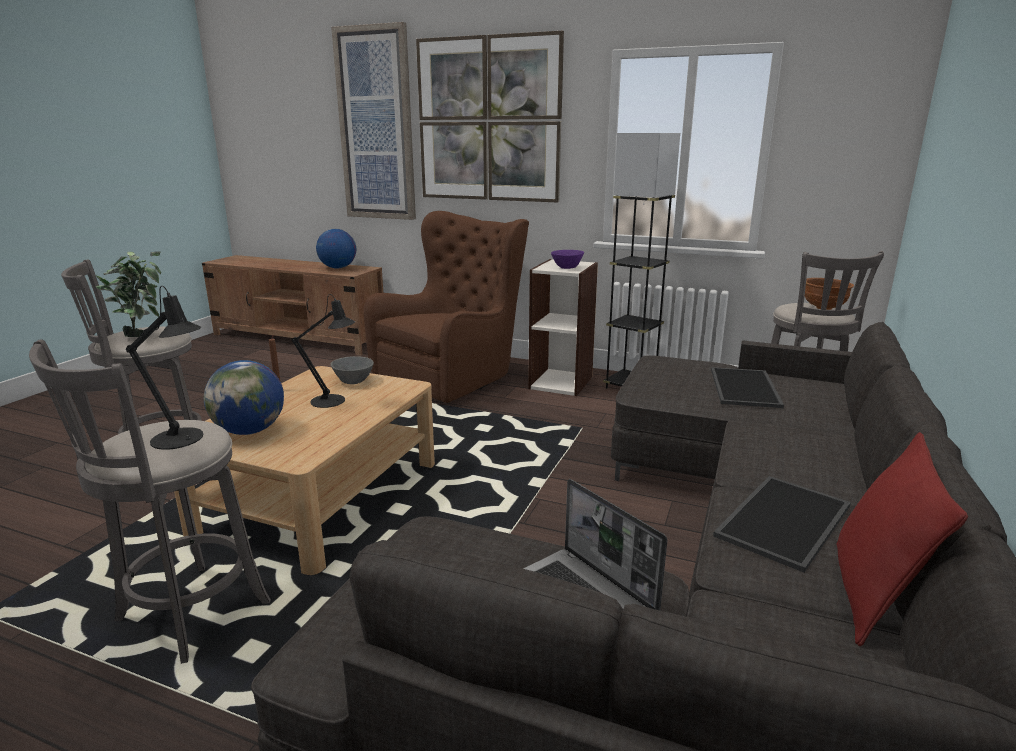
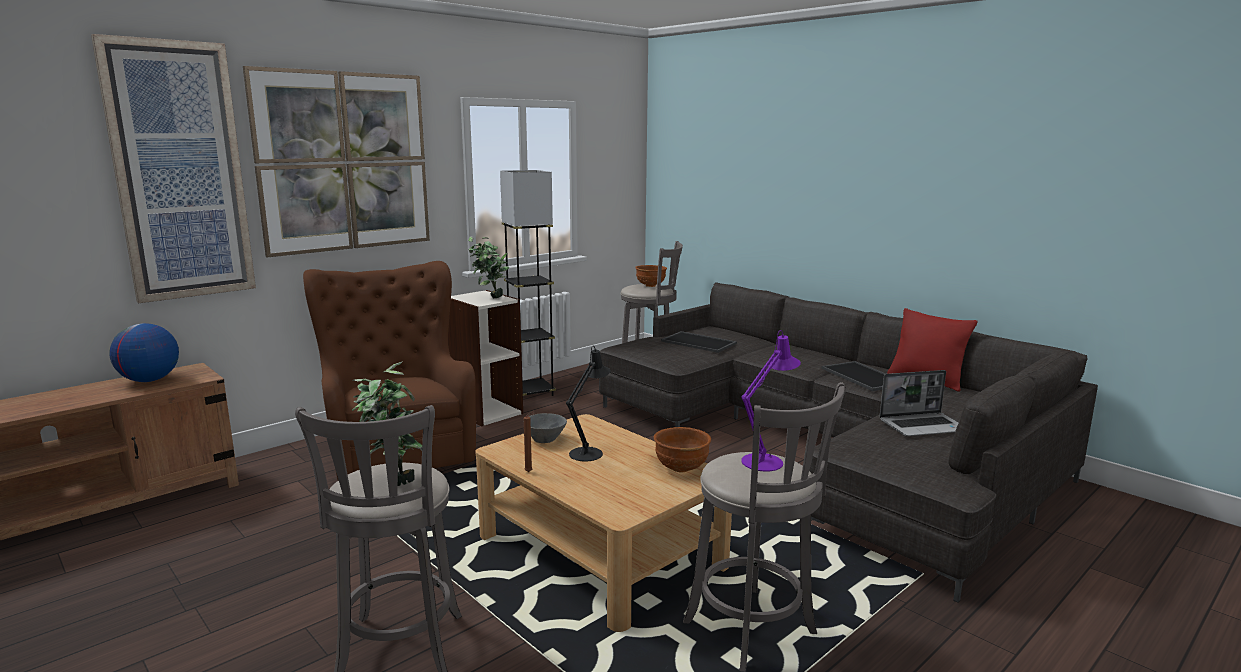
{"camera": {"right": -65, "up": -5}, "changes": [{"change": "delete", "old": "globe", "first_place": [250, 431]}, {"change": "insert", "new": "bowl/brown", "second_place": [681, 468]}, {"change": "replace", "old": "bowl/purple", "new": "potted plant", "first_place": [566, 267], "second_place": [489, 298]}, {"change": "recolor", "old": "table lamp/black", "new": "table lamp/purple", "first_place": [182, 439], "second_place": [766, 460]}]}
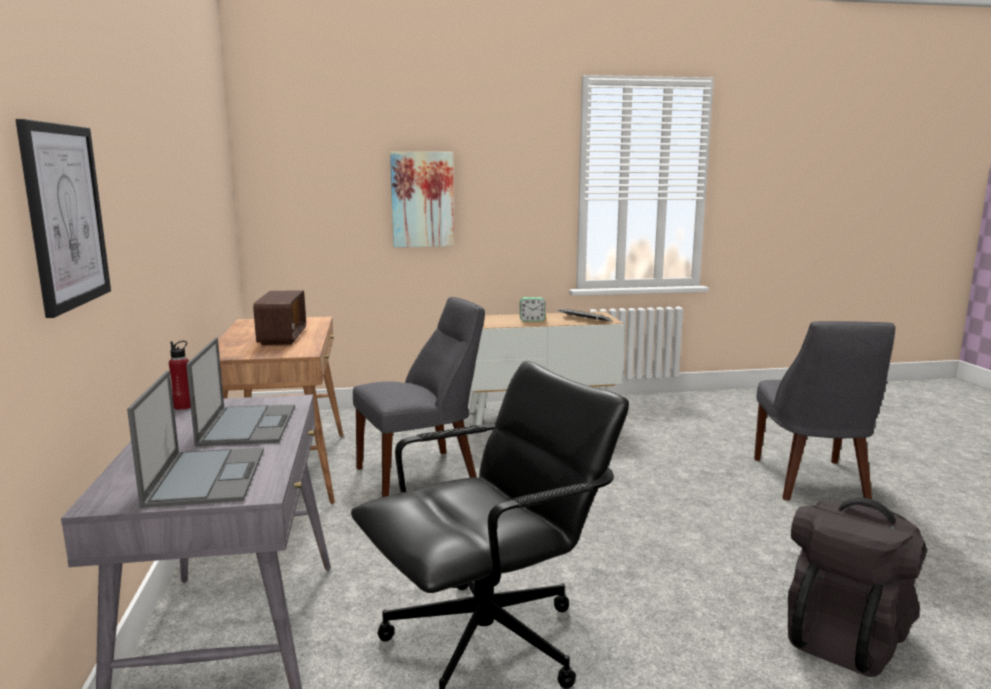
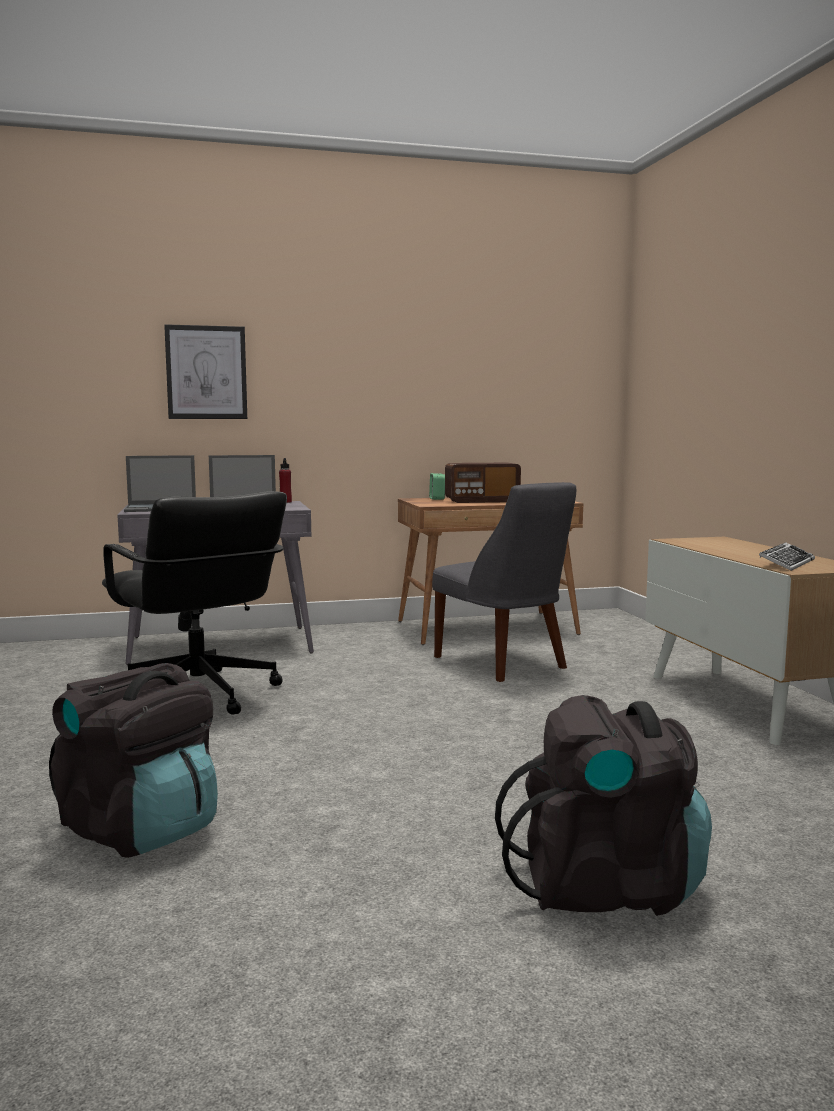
{"camera": {"right": 85, "up": -5}, "changes": [{"change": "delete", "old": "picture", "first_place": [422, 199]}, {"change": "move", "old": "alarm clock", "first_place": [532, 320], "second_place": [437, 498]}, {"change": "replace", "old": "chair/grey", "new": "backpack/black", "first_place": [812, 482], "second_place": [606, 886]}]}
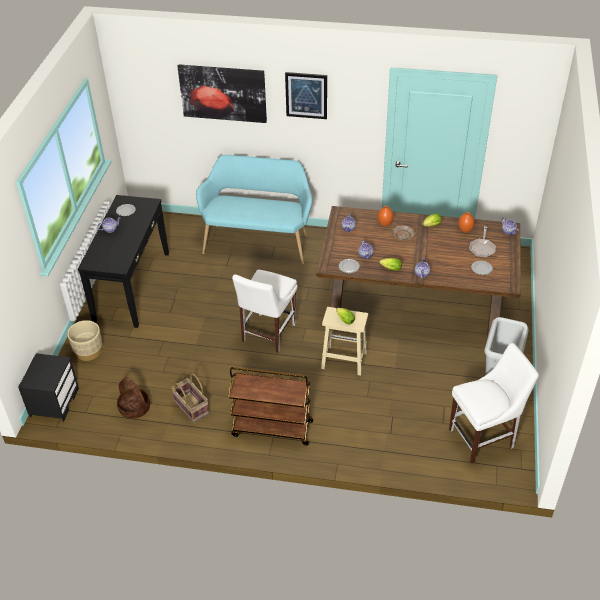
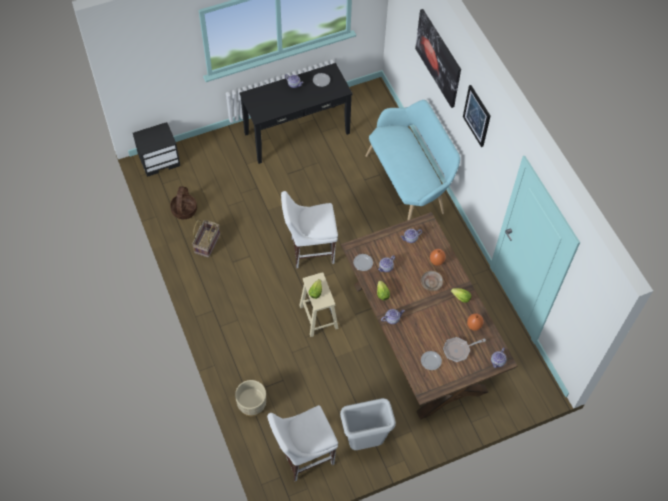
{"camera": {"right": 55, "up": 15}, "changes": [{"change": "delete", "old": "cart/brown", "first_place": [271, 429]}, {"change": "move", "old": "planter/beige", "first_place": [88, 352], "second_place": [252, 405]}, {"change": "rotate", "old": "chair/white", "first_place": [484, 437], "second_place": [303, 455], "degrees": 120}]}
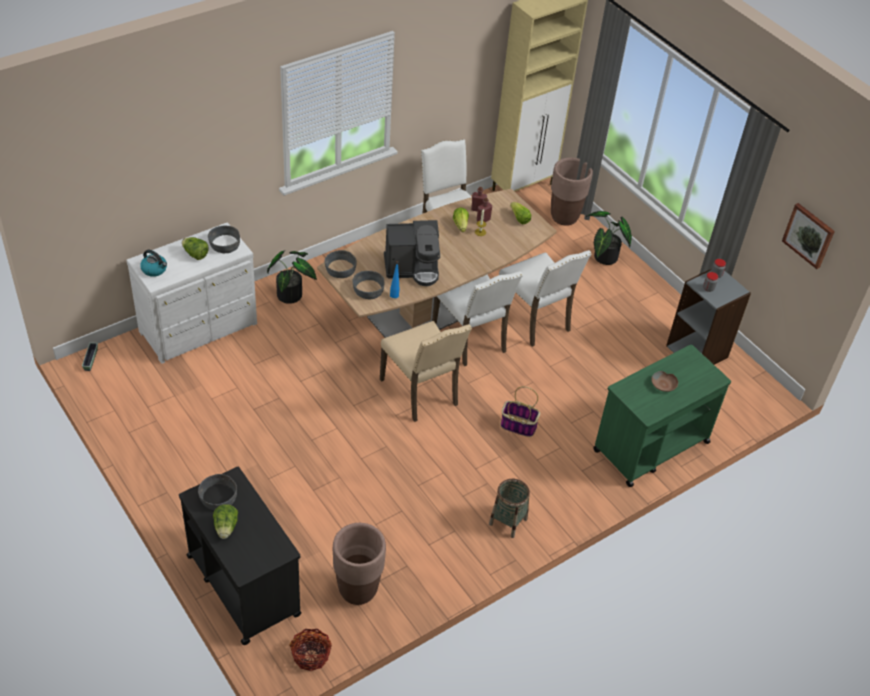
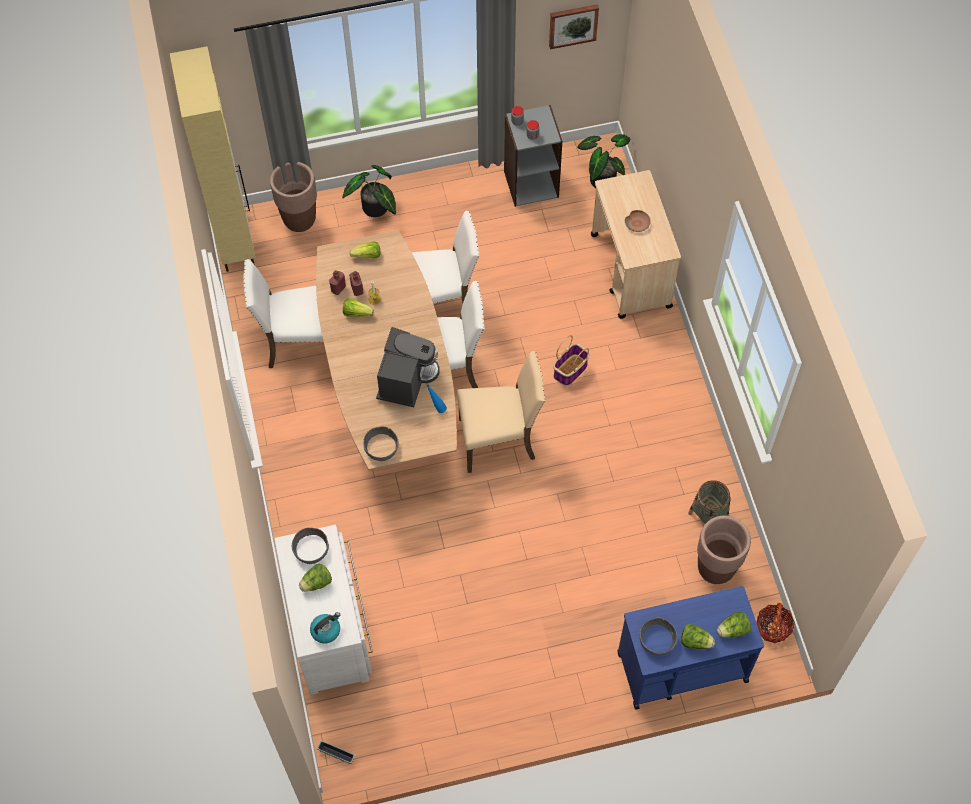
{"camera": {"right": -65, "up": 15}, "changes": [{"change": "delete", "old": "bowl/grey", "first_place": [367, 289]}, {"change": "insert", "new": "lettuce", "second_place": [733, 630]}, {"change": "move", "old": "potted plant", "first_place": [292, 294], "second_place": [601, 177]}, {"change": "move", "old": "basket", "first_place": [508, 521], "second_place": [708, 515]}, {"change": "recolor", "old": "cart/black", "new": "cart/blue", "first_place": [243, 584], "second_place": [681, 666]}, {"change": "recolor", "old": "cart/green", "new": "cart/beige", "first_place": [650, 446], "second_place": [631, 271]}]}
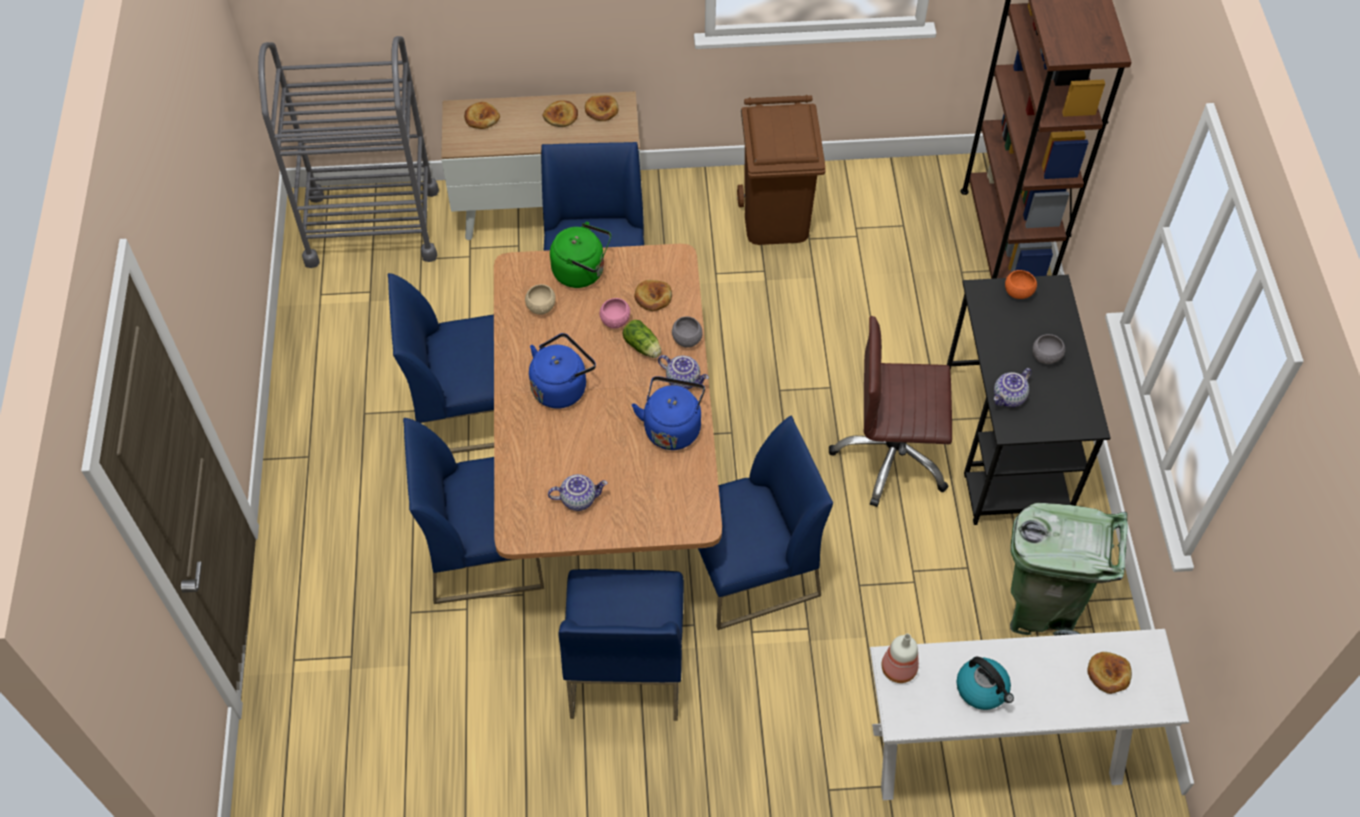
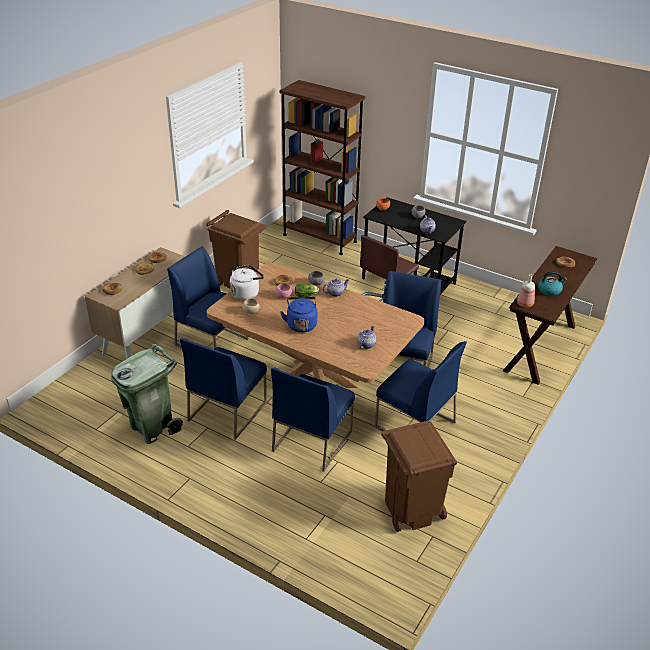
{"camera": {"right": -55, "up": -20}, "changes": [{"change": "delete", "old": "cart/grey", "first_place": [372, 226]}, {"change": "delete", "old": "kettle/blue", "first_place": [672, 427]}, {"change": "insert", "new": "trash can/brown", "second_place": [411, 510]}, {"change": "move", "old": "trash can/green", "first_place": [1042, 609], "second_place": [152, 427]}, {"change": "recolor", "old": "kettle/green", "new": "kettle/white", "first_place": [582, 271], "second_place": [246, 293]}, {"change": "recolor", "old": "console table/white", "new": "console table/brown", "first_place": [995, 753], "second_place": [540, 348]}]}
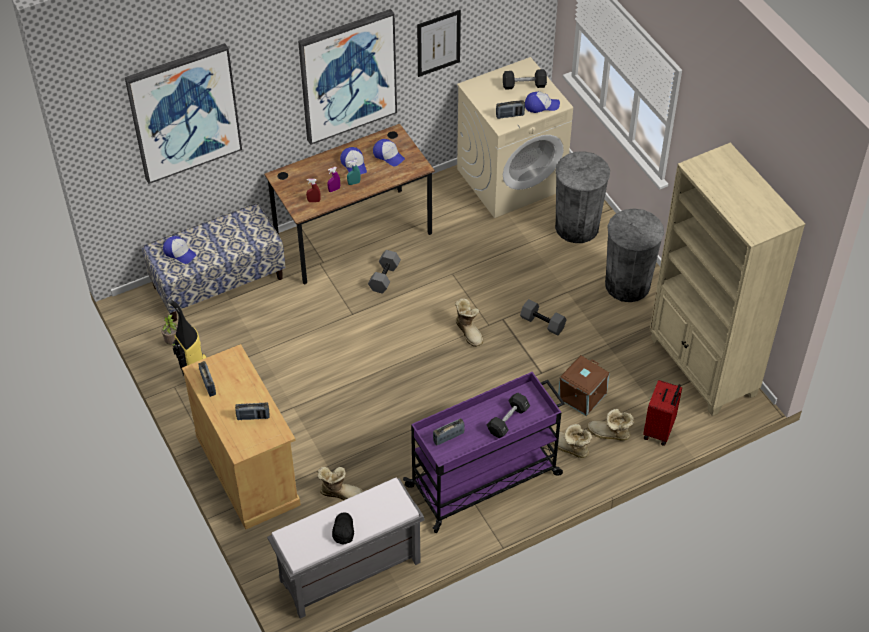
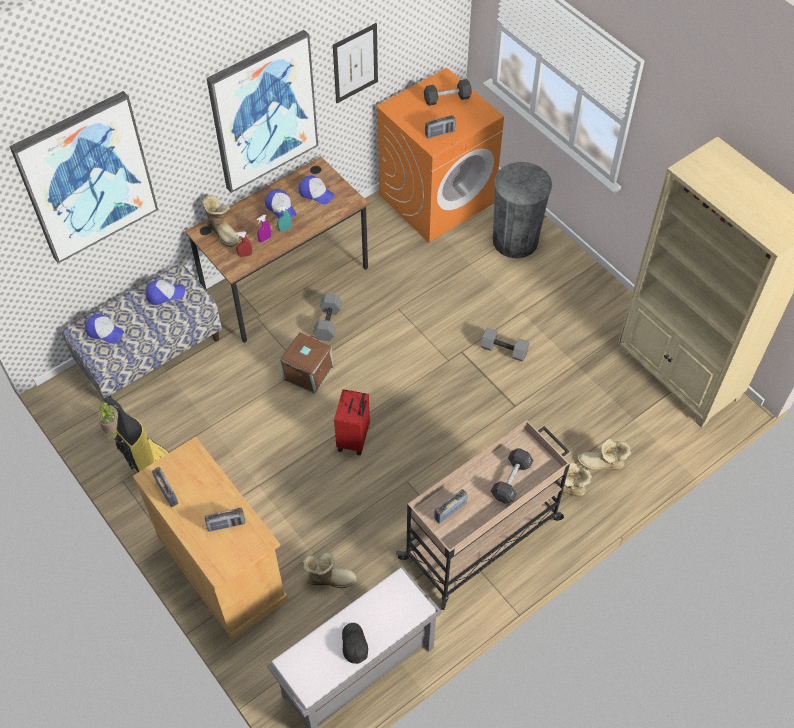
{"camera": {"right": -10, "up": 5}, "changes": [{"change": "delete", "old": "trash can/grey", "first_place": [627, 284]}, {"change": "move", "old": "boot", "first_place": [469, 331], "second_place": [223, 232]}, {"change": "move", "old": "cap", "first_place": [541, 105], "second_place": [165, 294]}, {"change": "move", "old": "storage box/brown", "first_place": [582, 396], "second_place": [308, 374]}, {"change": "move", "old": "suitcase/red", "first_place": [660, 430], "second_place": [354, 439]}, {"change": "recolor", "old": "cart/purple", "new": "cart/beige", "first_place": [485, 480], "second_place": [483, 537]}, {"change": "recolor", "old": "washing machine/beige", "new": "washing machine/orange", "first_place": [511, 179], "second_place": [437, 198]}]}
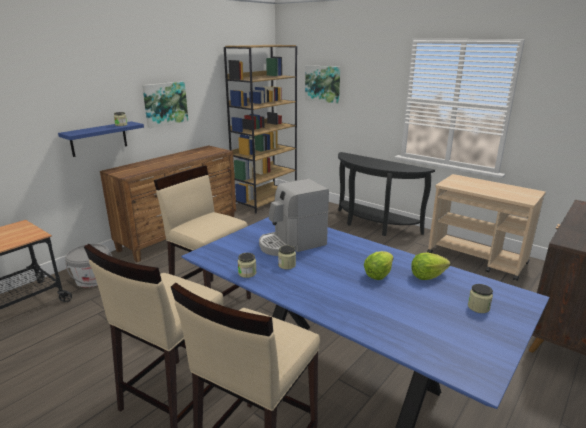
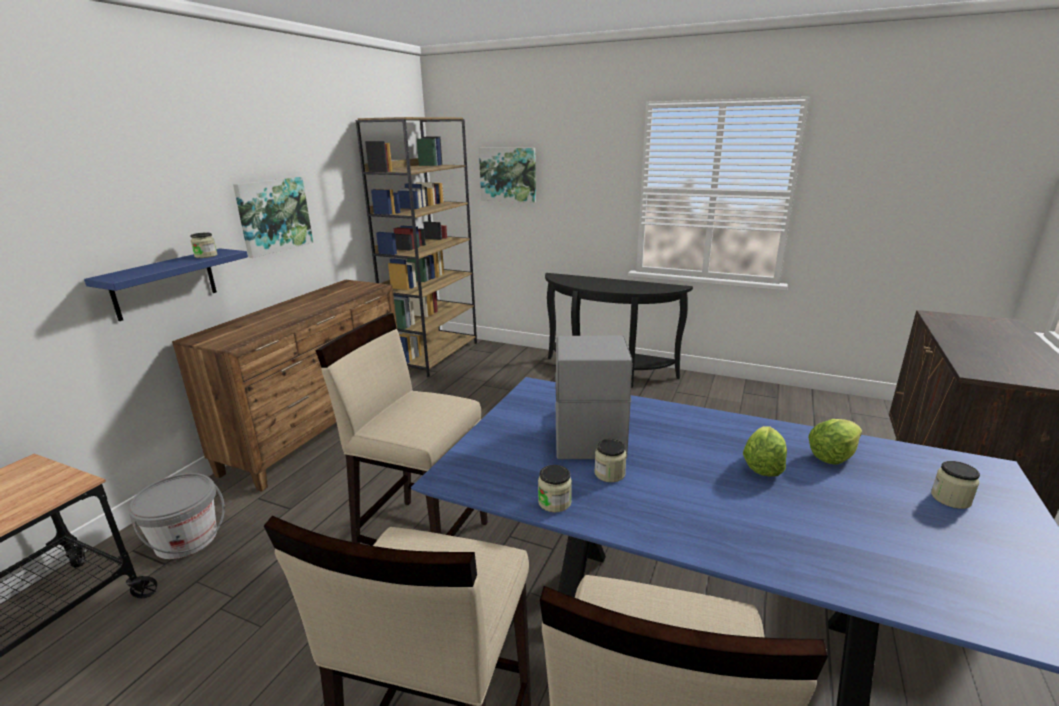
{"camera": {"right": -15, "up": 0}, "changes": [{"change": "delete", "old": "cart/beige", "first_place": [477, 259]}, {"change": "rotate", "old": "coffee machine", "first_place": [291, 244], "second_place": [587, 431], "degrees": 135}]}
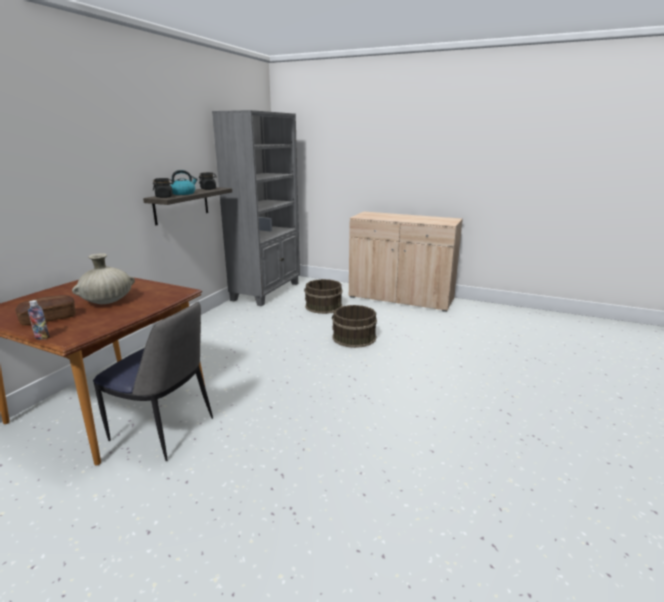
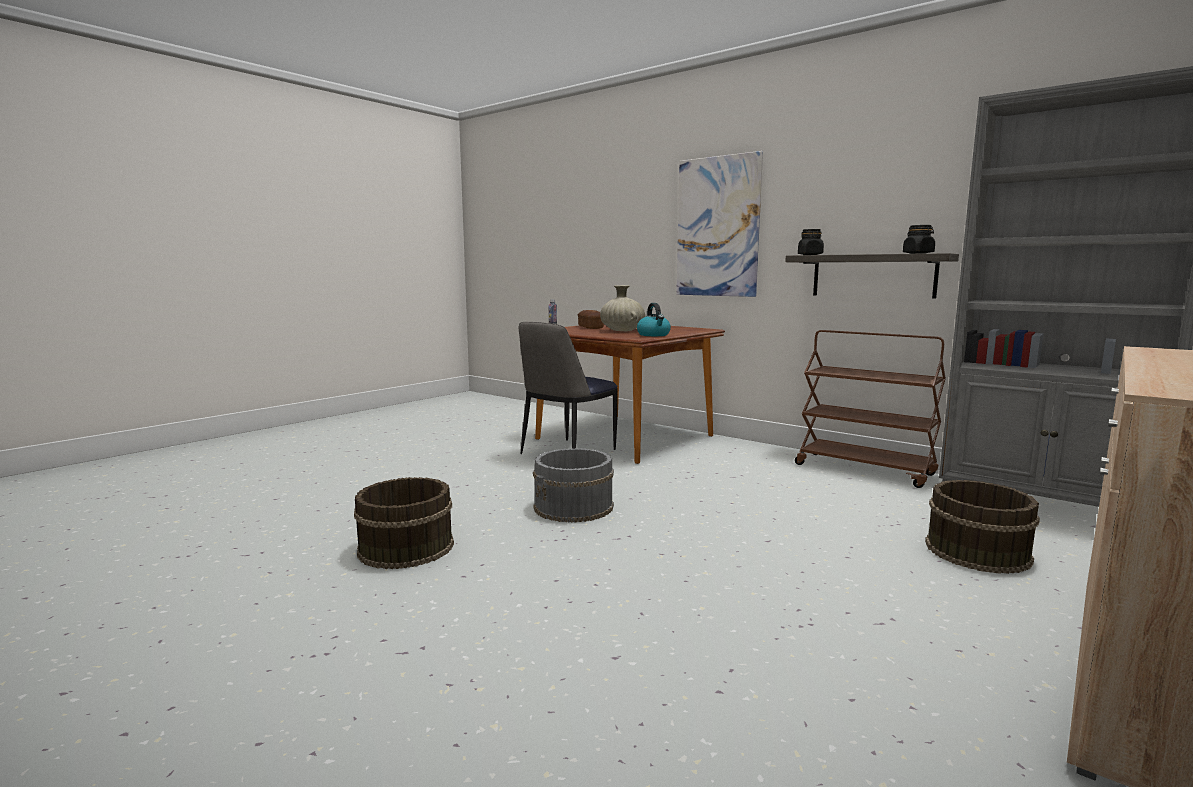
{"camera": {"right": 105, "up": -10}, "changes": [{"change": "insert", "new": "bucket/grey", "second_place": [574, 507]}, {"change": "insert", "new": "picture", "second_place": [717, 227]}, {"change": "insert", "new": "cart/brown", "second_place": [865, 470]}, {"change": "move", "old": "kettle", "first_place": [184, 193], "second_place": [654, 335]}, {"change": "move", "old": "bucket/brown", "first_place": [354, 338], "second_place": [405, 547]}]}
